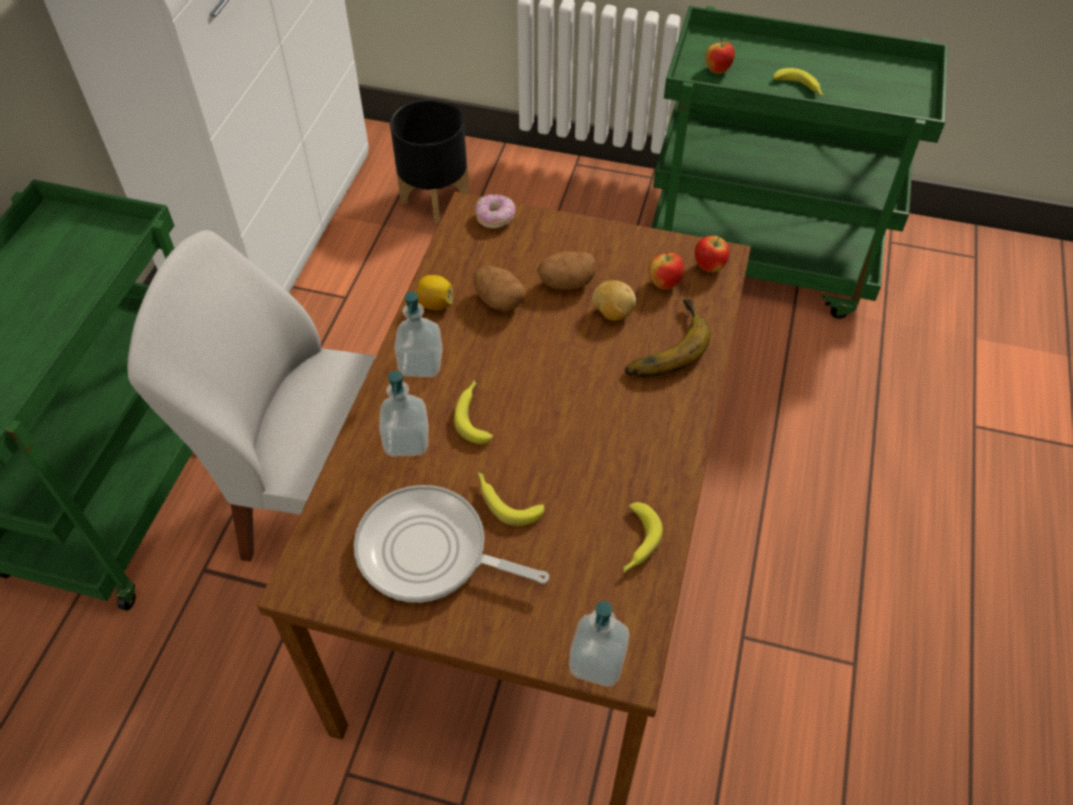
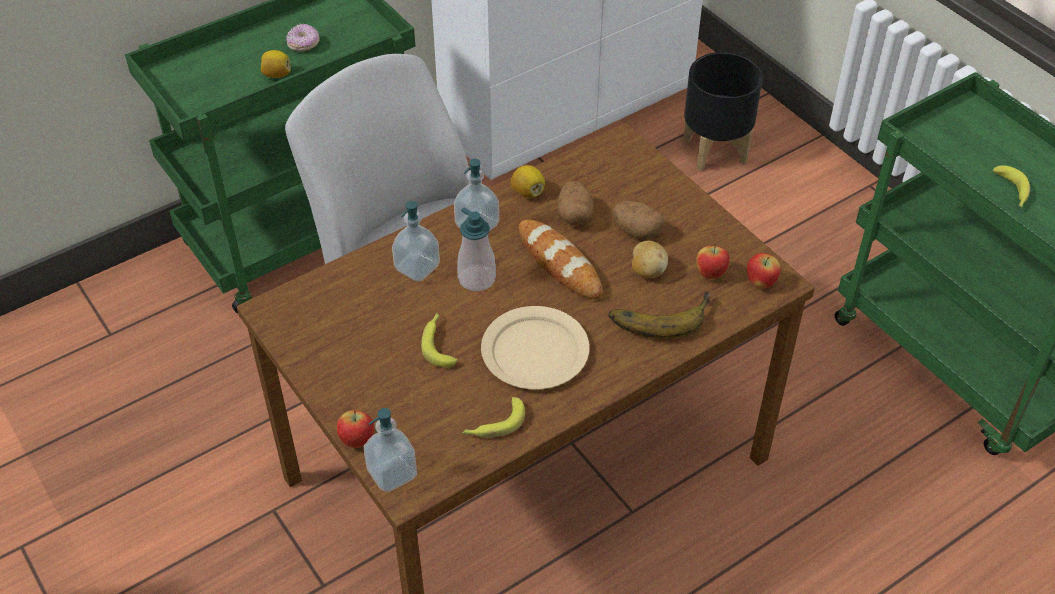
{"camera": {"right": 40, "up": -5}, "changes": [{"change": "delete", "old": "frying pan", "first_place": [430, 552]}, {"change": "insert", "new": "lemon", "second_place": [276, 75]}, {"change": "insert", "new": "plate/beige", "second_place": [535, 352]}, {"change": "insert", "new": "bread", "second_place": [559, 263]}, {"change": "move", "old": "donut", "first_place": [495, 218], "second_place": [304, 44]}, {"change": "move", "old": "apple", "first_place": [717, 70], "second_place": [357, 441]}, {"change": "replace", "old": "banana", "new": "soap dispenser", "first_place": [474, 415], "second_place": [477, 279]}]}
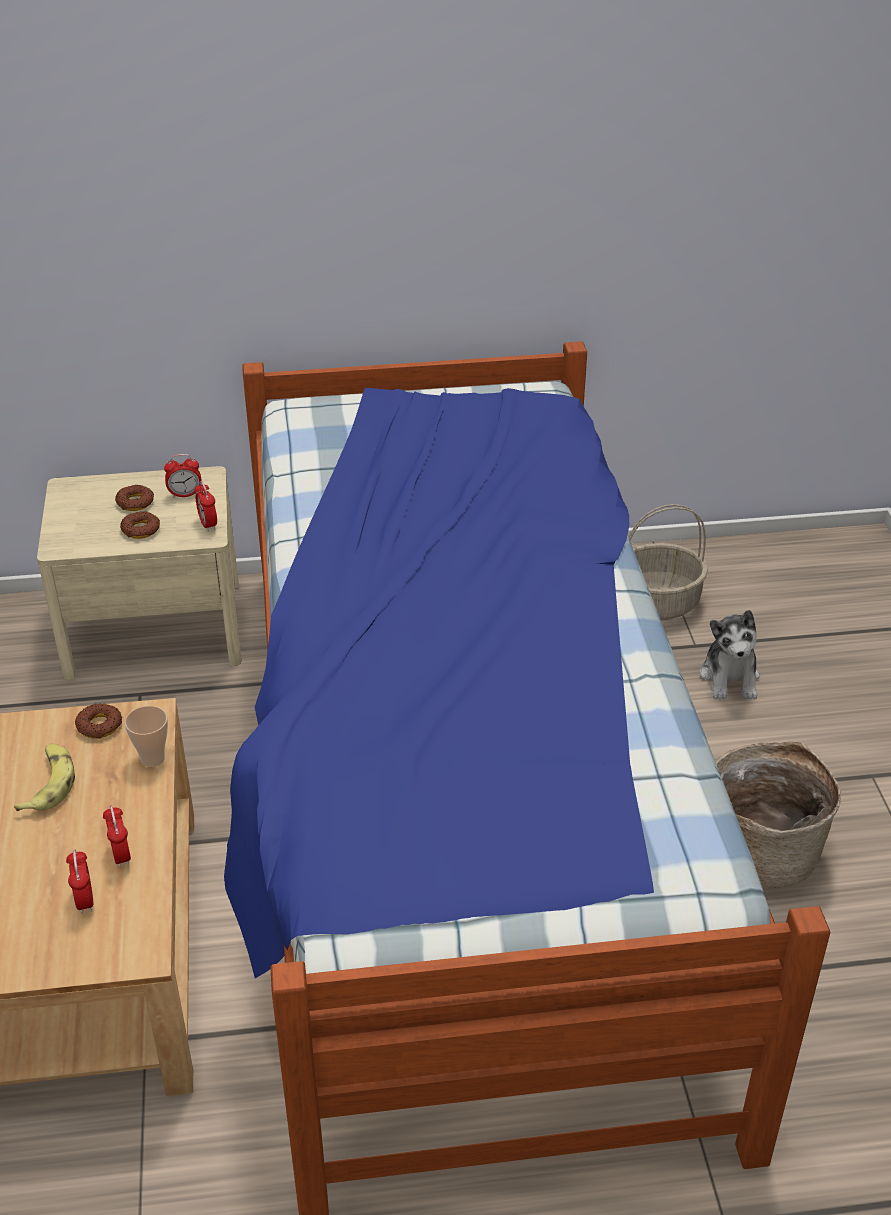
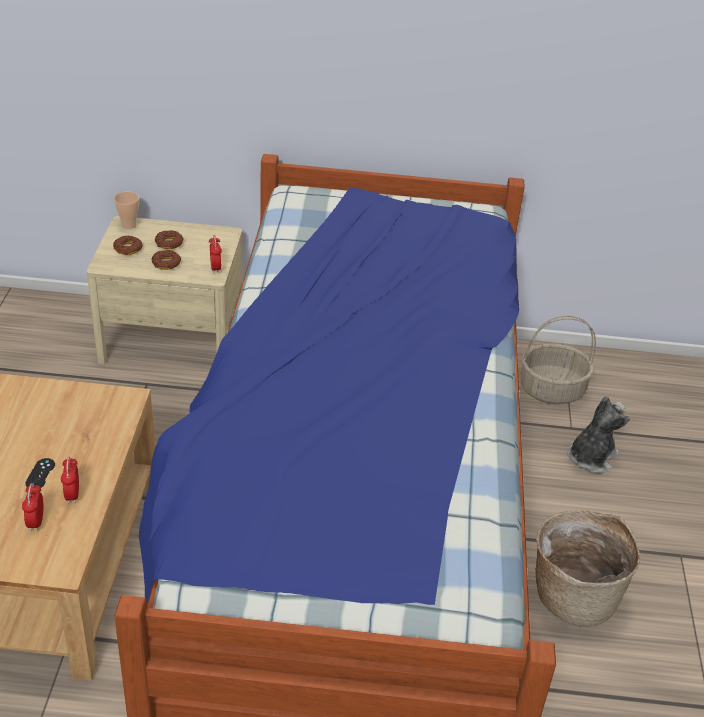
{"camera": {"right": 10, "up": 0}, "changes": [{"change": "delete", "old": "banana", "first_place": [49, 784]}, {"change": "delete", "old": "alarm clock", "first_place": [185, 494]}, {"change": "insert", "new": "game controller/black", "second_place": [40, 474]}, {"change": "move", "old": "donut", "first_place": [99, 725], "second_place": [128, 248]}, {"change": "move", "old": "cup", "first_place": [152, 758], "second_place": [128, 225]}, {"change": "rotate", "old": "plush toy", "first_place": [730, 677], "second_place": [591, 457], "degrees": -150}]}
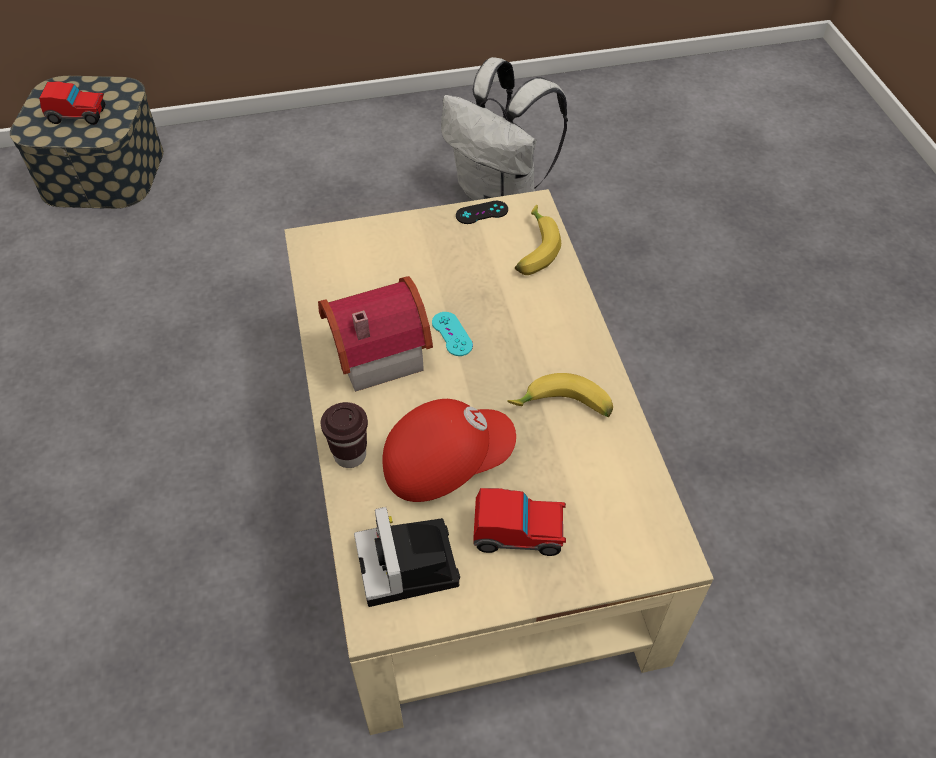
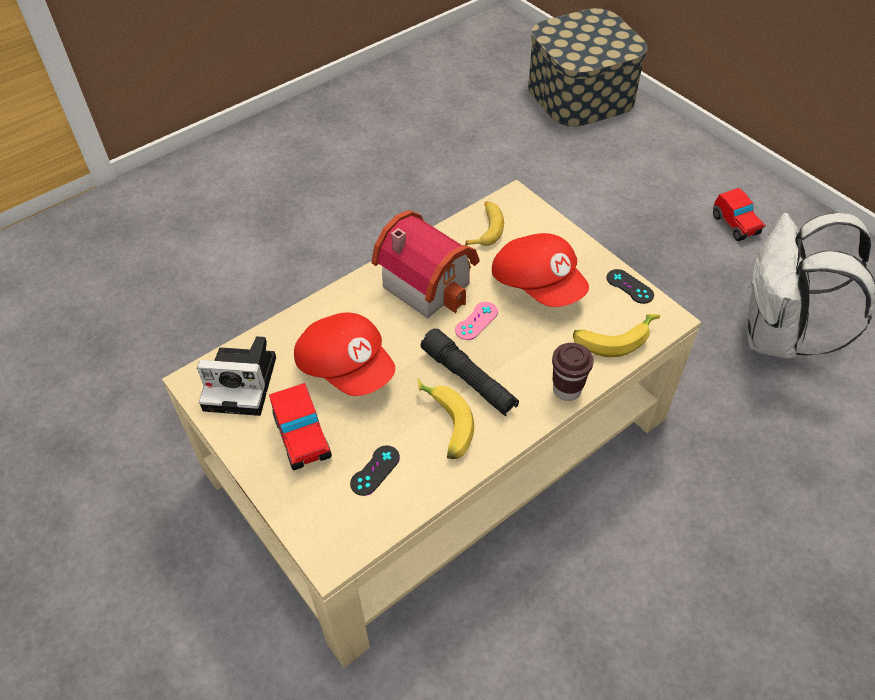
{"camera": {"right": 65, "up": 0}, "changes": [{"change": "insert", "new": "game controller/black", "second_place": [375, 470]}, {"change": "insert", "new": "flashlight/black", "second_place": [469, 380]}, {"change": "insert", "new": "banana", "second_place": [485, 228]}, {"change": "insert", "new": "cap/red", "second_place": [539, 284]}, {"change": "move", "old": "toy car", "first_place": [78, 116], "second_place": [735, 225]}, {"change": "move", "old": "cup/brown", "first_place": [350, 455], "second_place": [567, 390]}, {"change": "recolor", "old": "game controller/turquoise", "new": "game controller/pink", "first_place": [452, 334], "second_place": [476, 321]}, {"change": "rotate", "old": "photo camera", "first_place": [409, 567], "second_place": [244, 382], "degrees": -135}]}
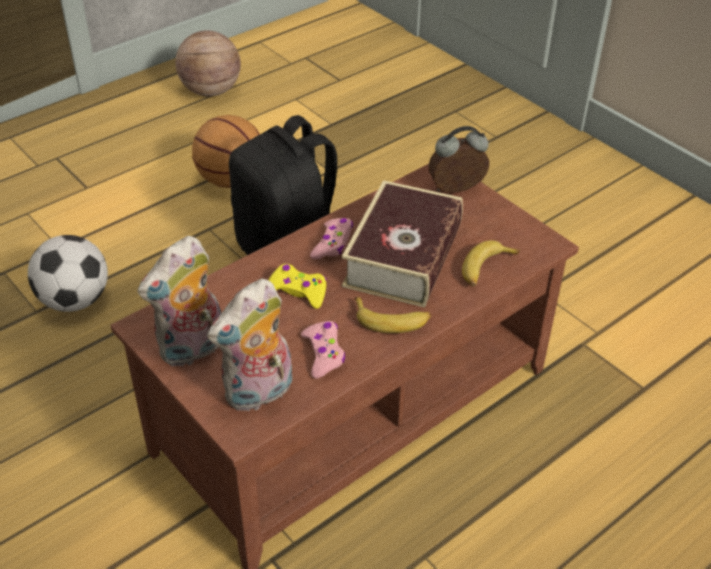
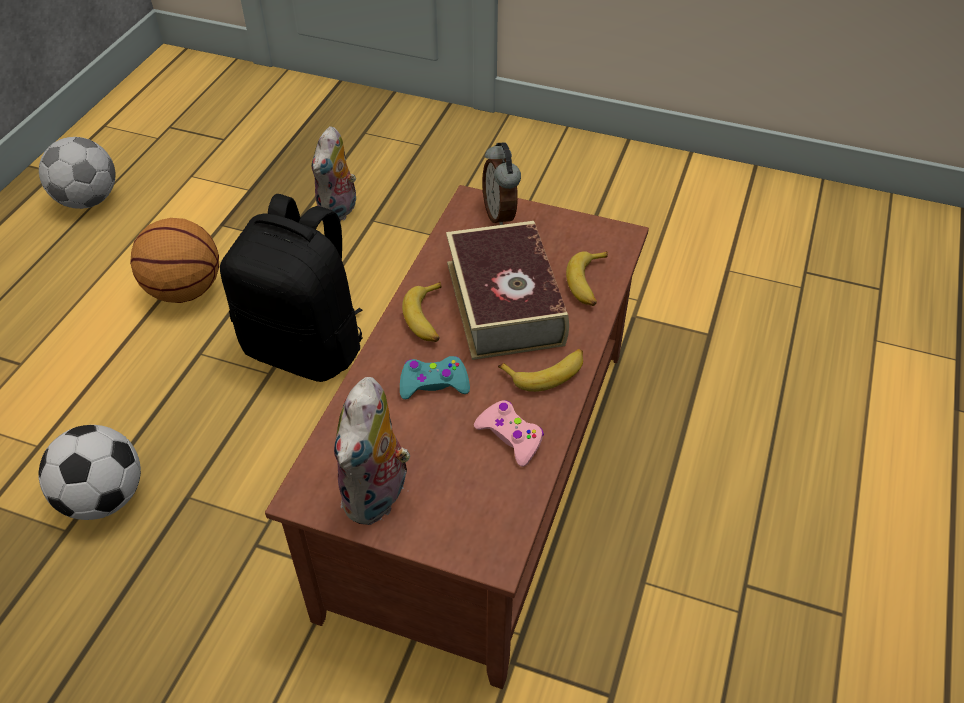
{"camera": {"right": -30, "up": 5}, "changes": [{"change": "move", "old": "plush toy", "first_place": [259, 394], "second_place": [339, 212]}, {"change": "replace", "old": "basketball", "new": "football", "first_place": [210, 91], "second_place": [88, 200]}, {"change": "replace", "old": "game controller/pink", "new": "banana", "first_place": [333, 244], "second_place": [427, 318]}, {"change": "recolor", "old": "game controller/yellow", "new": "game controller/turquoise", "first_place": [298, 291], "second_place": [433, 384]}, {"change": "rotate", "old": "alarm clock", "first_place": [457, 190], "second_place": [501, 215], "degrees": -60}]}
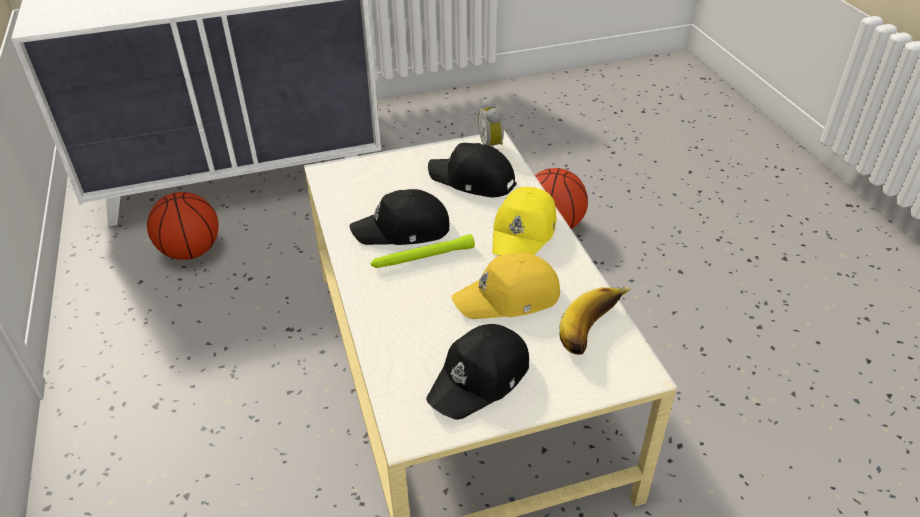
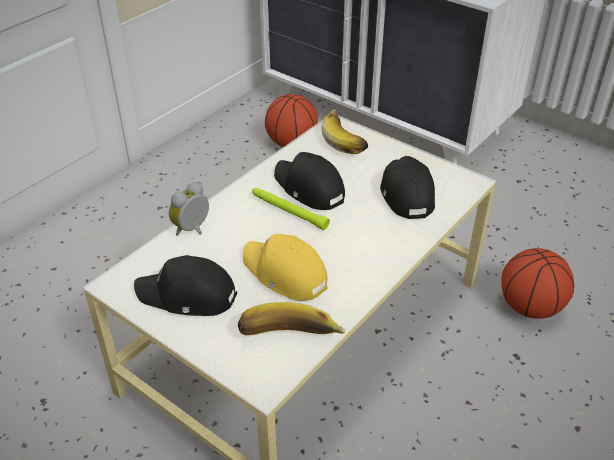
{"camera": {"right": 55, "up": 0}, "changes": [{"change": "delete", "old": "cap/yellow", "first_place": [524, 232]}, {"change": "insert", "new": "banana", "second_place": [346, 140]}, {"change": "move", "old": "alarm clock", "first_place": [492, 146], "second_place": [193, 230]}]}
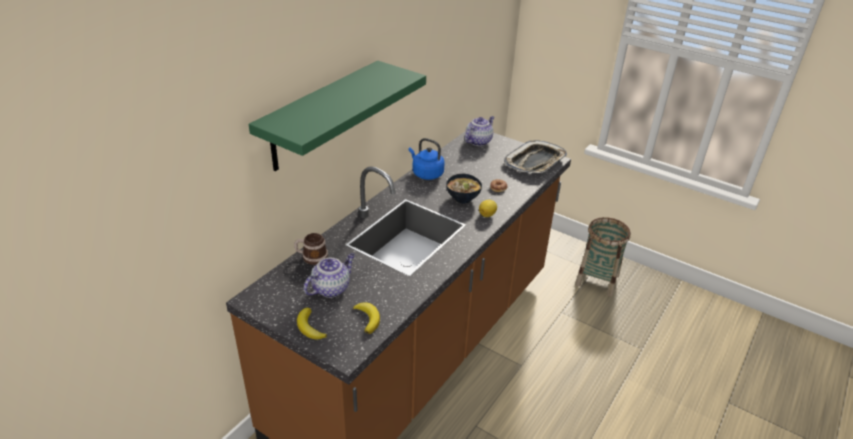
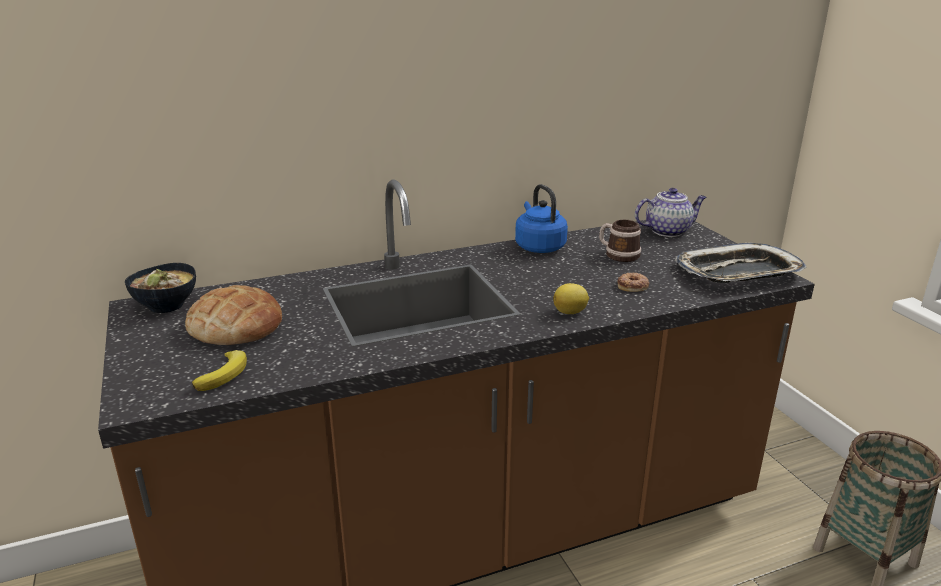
{"camera": {"right": 35, "up": -10}, "changes": [{"change": "delete", "old": "shelf/green", "first_place": [321, 116]}, {"change": "delete", "old": "banana", "first_place": [309, 327]}, {"change": "move", "old": "mug", "first_place": [311, 257], "second_place": [618, 254]}, {"change": "move", "old": "bowl", "first_place": [462, 198], "second_place": [165, 306]}, {"change": "replace", "old": "teapot", "new": "bread", "first_place": [331, 288], "second_place": [236, 325]}]}
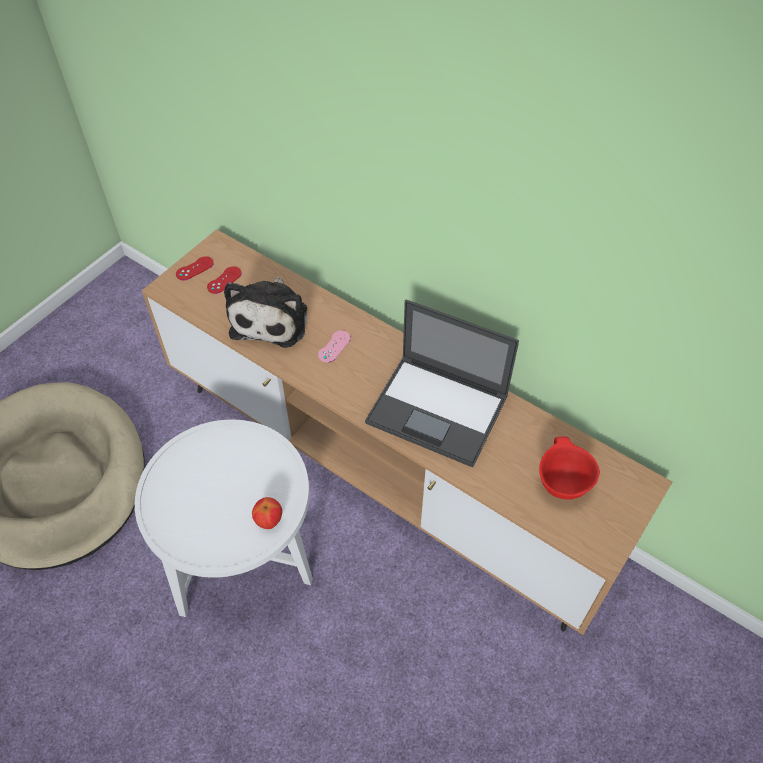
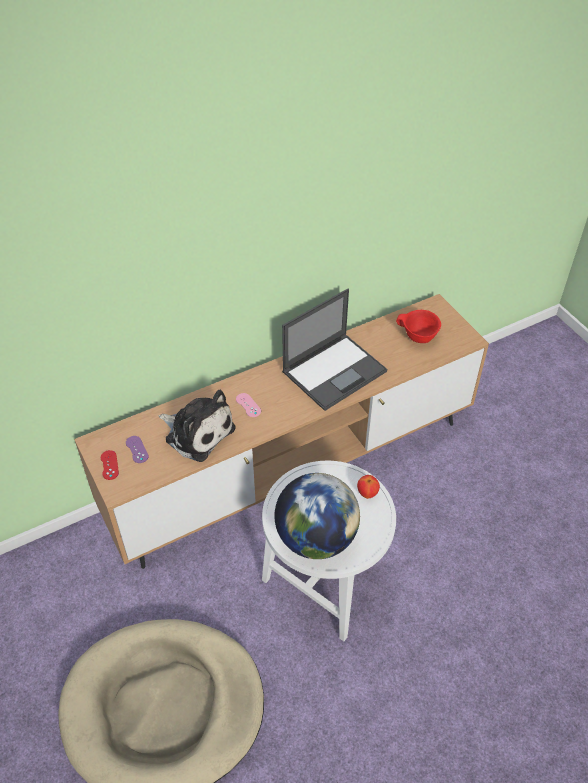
{"camera": {"right": -65, "up": -5}, "changes": [{"change": "insert", "new": "globe", "second_place": [316, 538]}, {"change": "recolor", "old": "game controller/red", "new": "game controller/purple", "first_place": [224, 280], "second_place": [137, 449]}]}
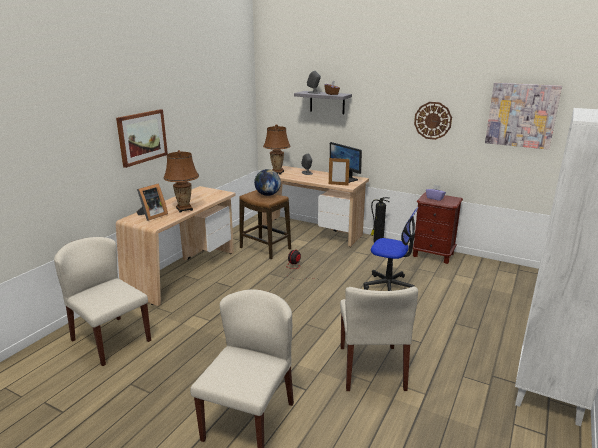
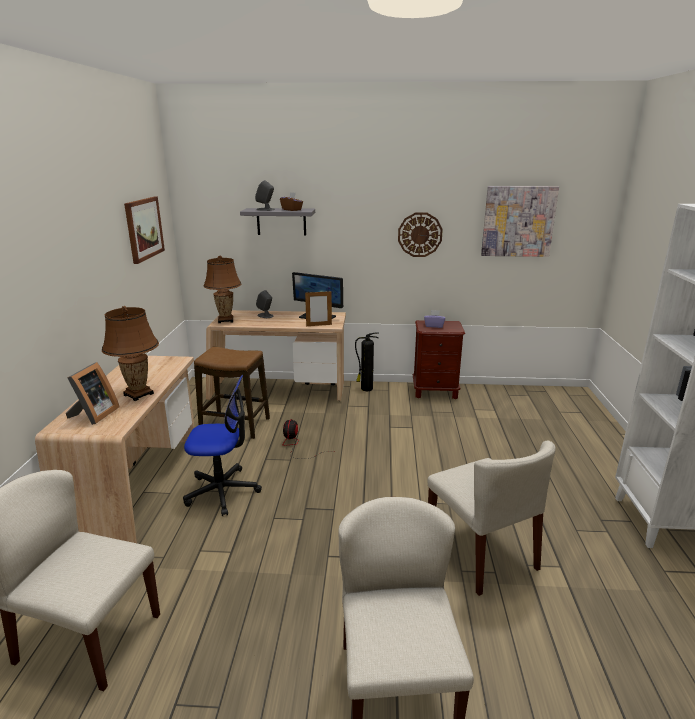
{"camera": {"right": -25, "up": 0}, "changes": [{"change": "delete", "old": "globe", "first_place": [267, 195]}, {"change": "move", "old": "picture", "first_place": [142, 137], "second_place": [144, 228]}, {"change": "move", "old": "office chair", "first_place": [389, 286], "second_place": [222, 491]}]}
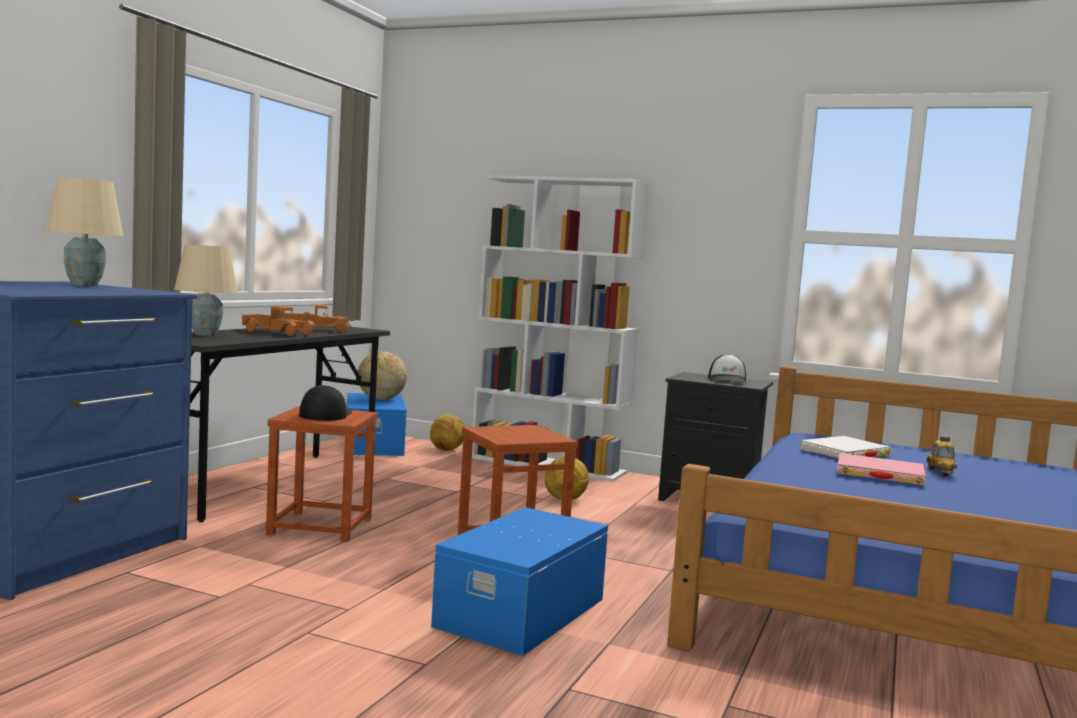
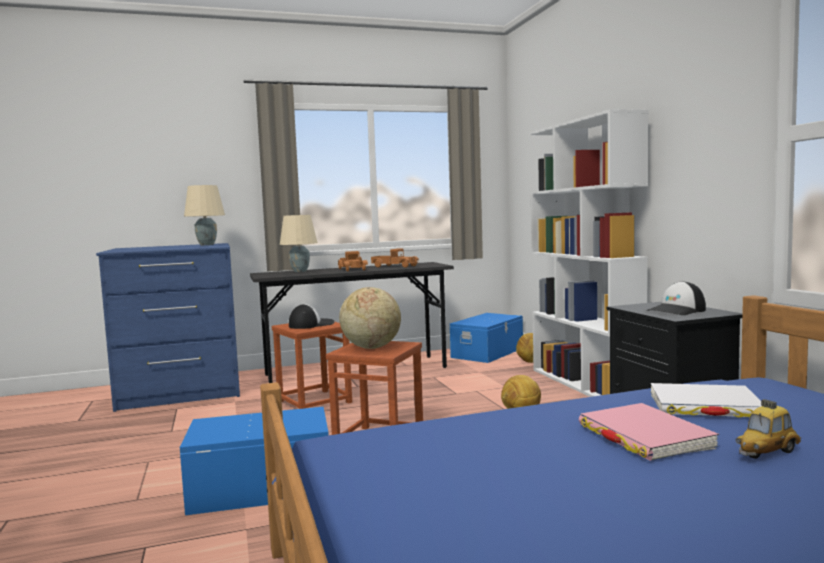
{"camera": {"right": 50, "up": 0}, "changes": [{"change": "move", "old": "globe", "first_place": [380, 399], "second_place": [371, 347]}]}
